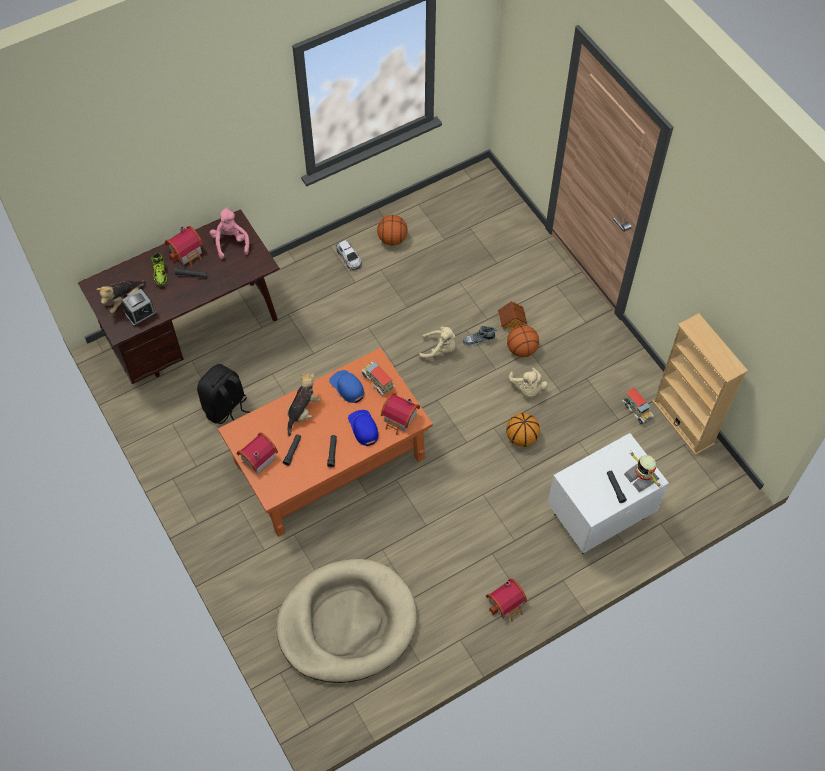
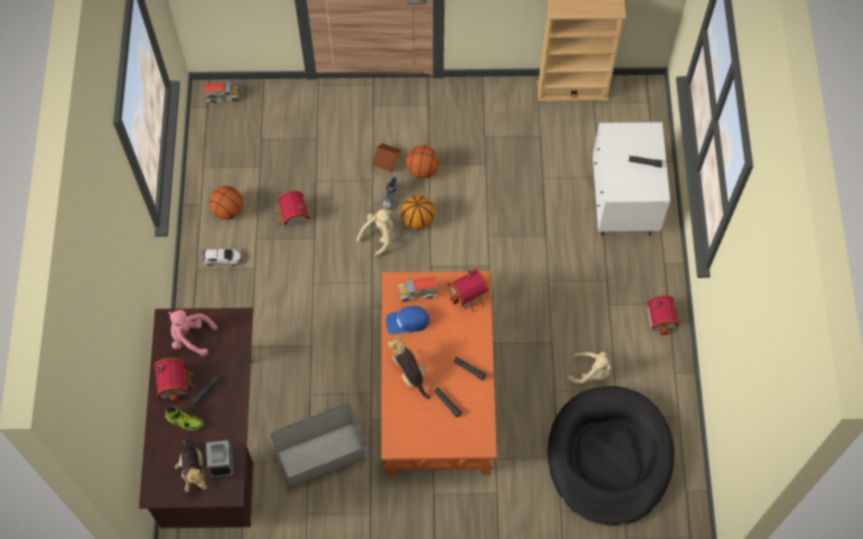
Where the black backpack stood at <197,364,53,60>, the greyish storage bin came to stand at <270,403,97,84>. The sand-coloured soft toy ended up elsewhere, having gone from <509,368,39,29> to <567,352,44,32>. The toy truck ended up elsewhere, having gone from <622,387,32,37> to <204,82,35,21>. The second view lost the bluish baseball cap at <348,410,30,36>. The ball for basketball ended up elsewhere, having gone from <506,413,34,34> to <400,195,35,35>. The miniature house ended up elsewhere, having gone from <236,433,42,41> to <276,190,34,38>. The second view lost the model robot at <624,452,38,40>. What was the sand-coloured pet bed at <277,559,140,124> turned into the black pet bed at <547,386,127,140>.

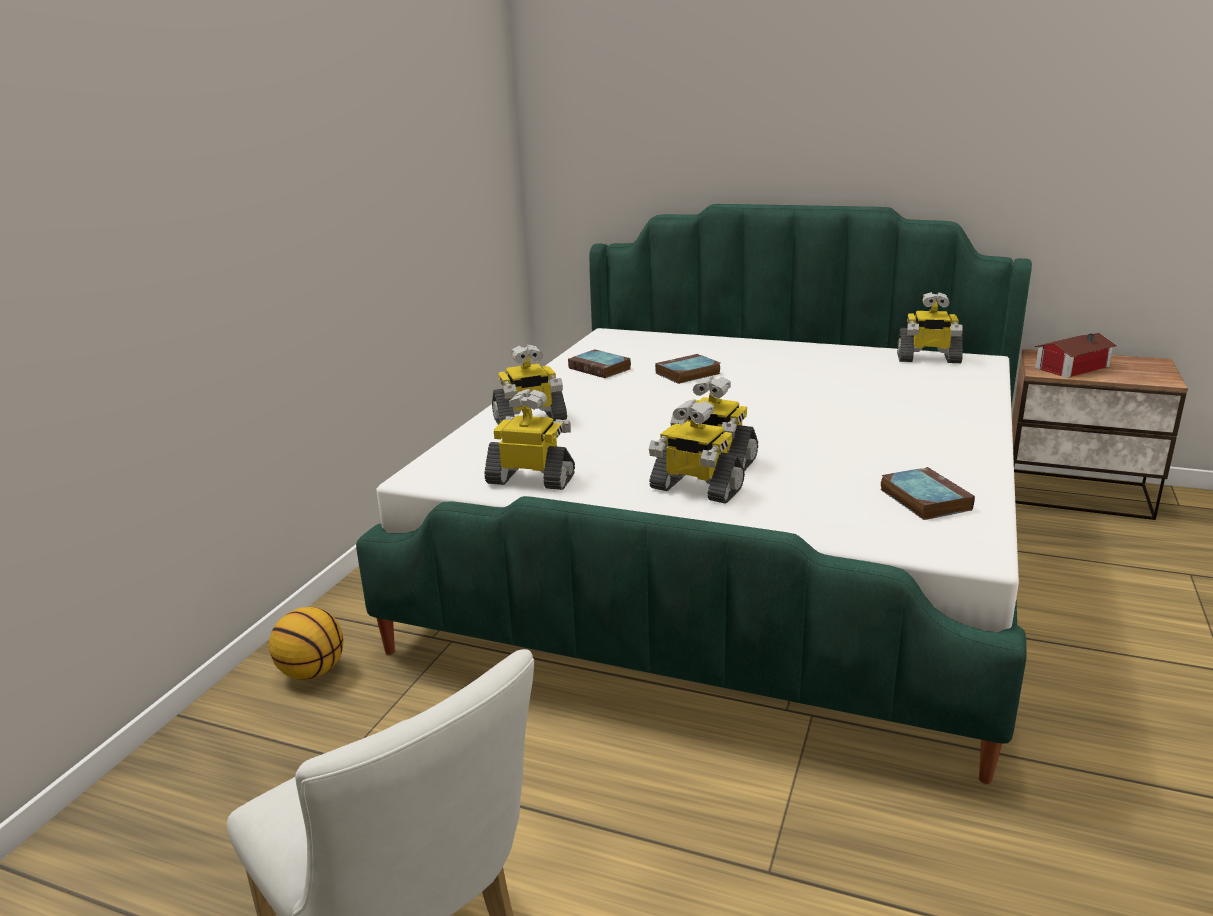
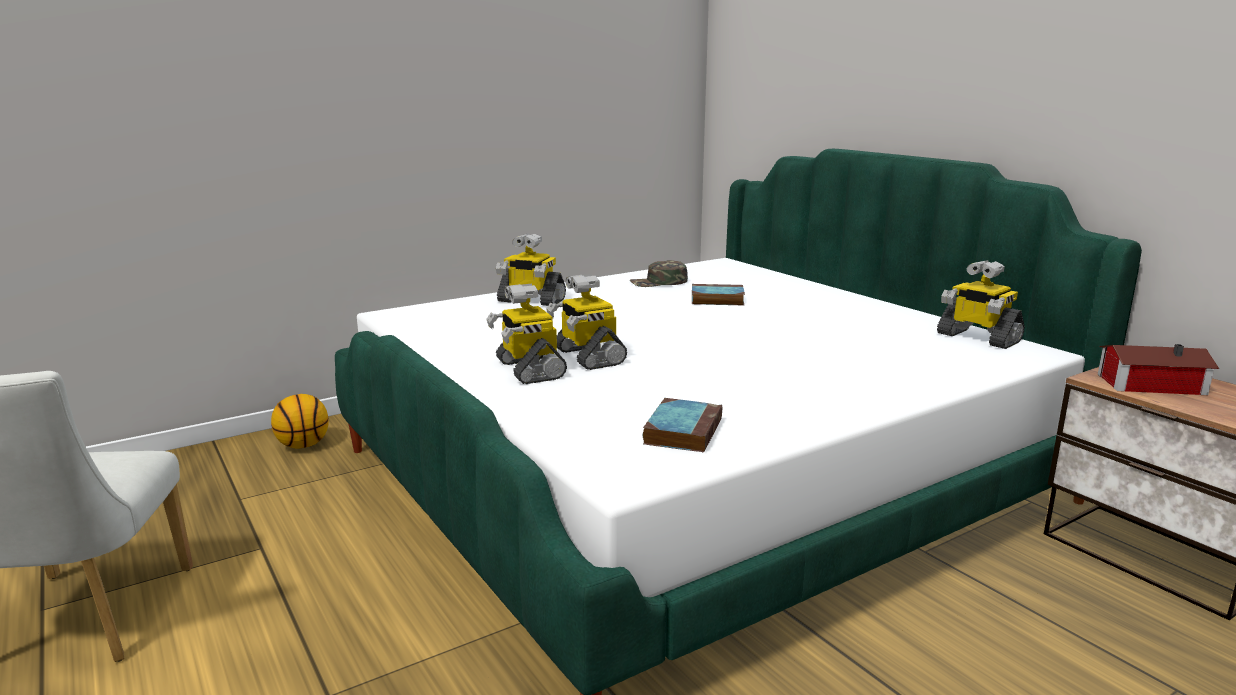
Where the bound book stood at <568,350,63,28>, the greenish baseball cap came to stand at <630,260,58,27>. The second view lost the model robot at <484,389,91,101>.

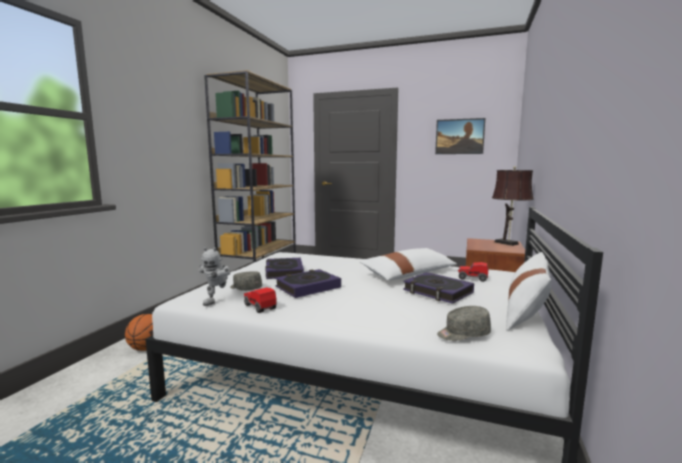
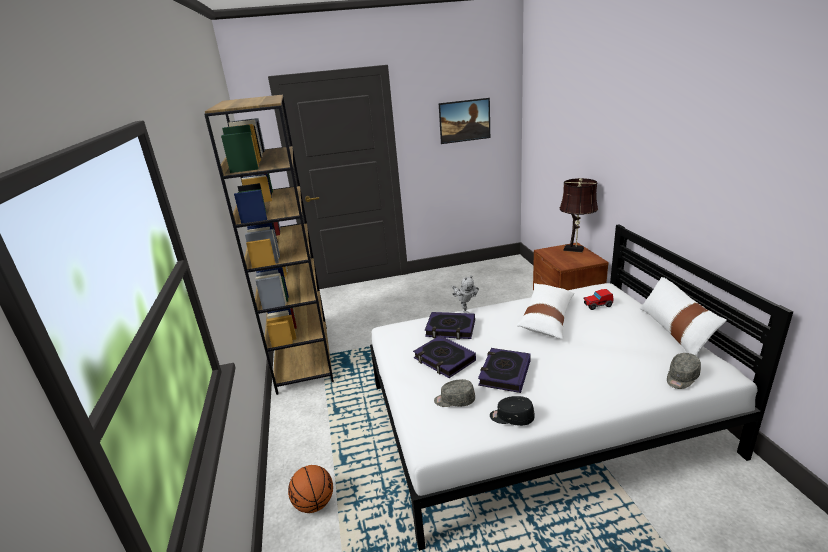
The model robot ended up elsewhere, having gone from <199,247,31,59> to <452,275,27,38>. The bound book ended up elsewhere, having gone from <403,272,71,32> to <425,312,50,28>. Where the model car stood at <244,287,33,26>, the black baseball cap came to stand at <490,396,45,30>.

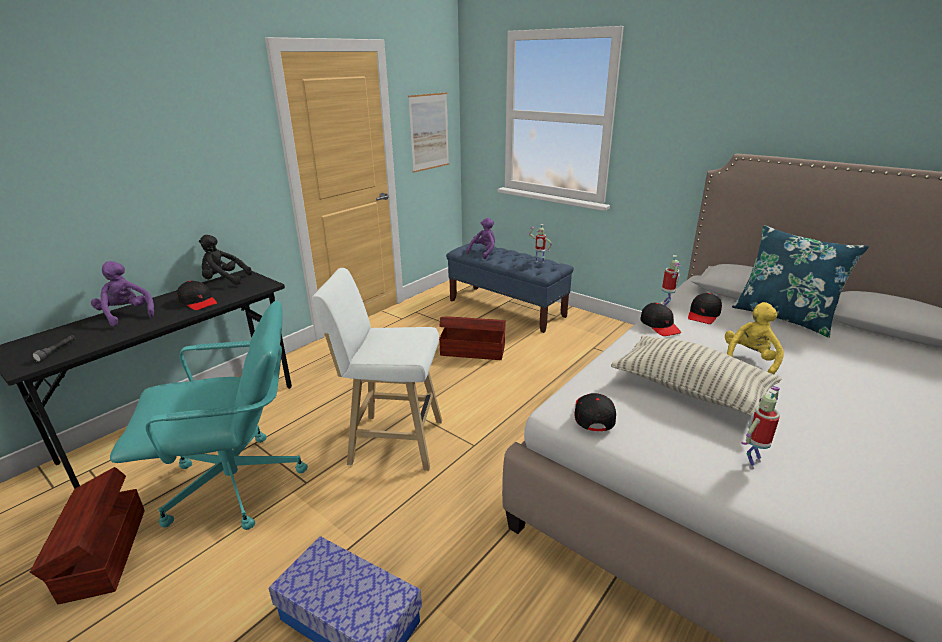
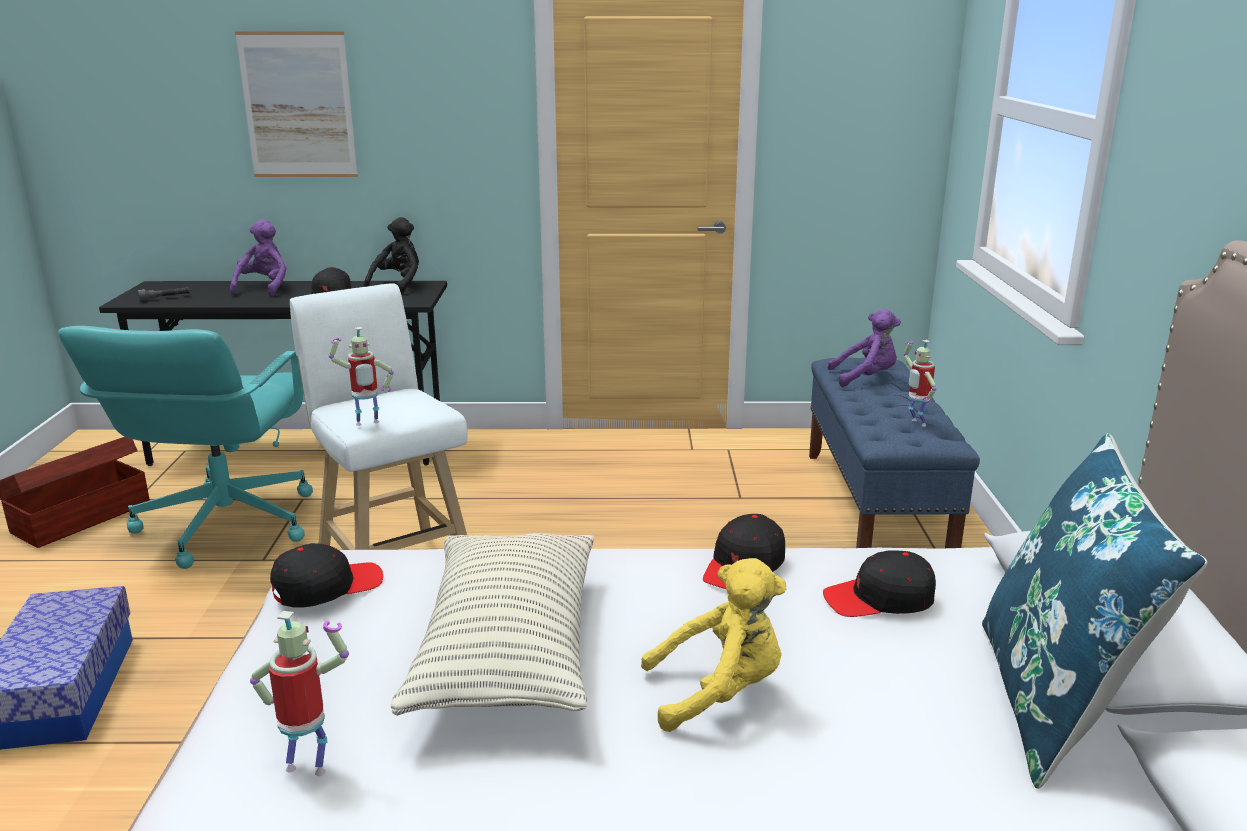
The picture ended up elsewhere, having gone from <408,92,41,81> to <235,32,123,145>. The black soft toy at <199,235,53,50> ended up facing another way, 60 degrees clockwise from before. The model robot ended up elsewhere, having gone from <662,255,18,51> to <329,327,65,99>. The turquoise computer chair at <110,301,198,229> ended up facing another way, 60 degrees clockwise from before. The second view lost the brownish storage bin at <439,316,67,44>.

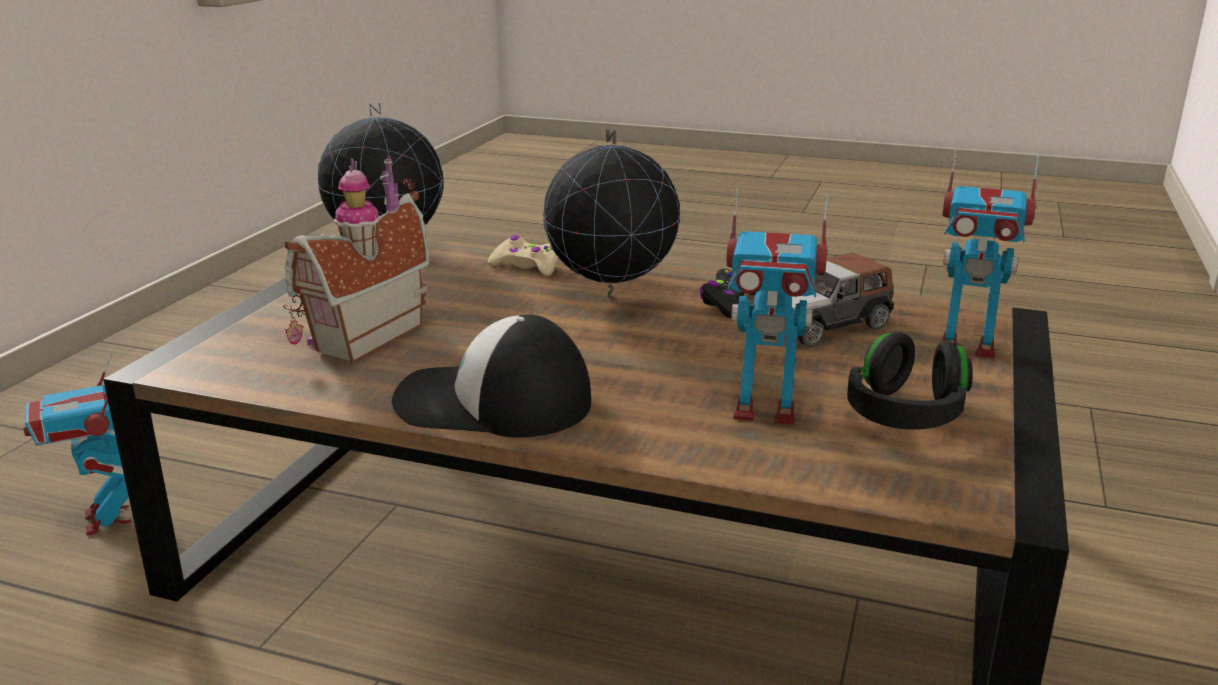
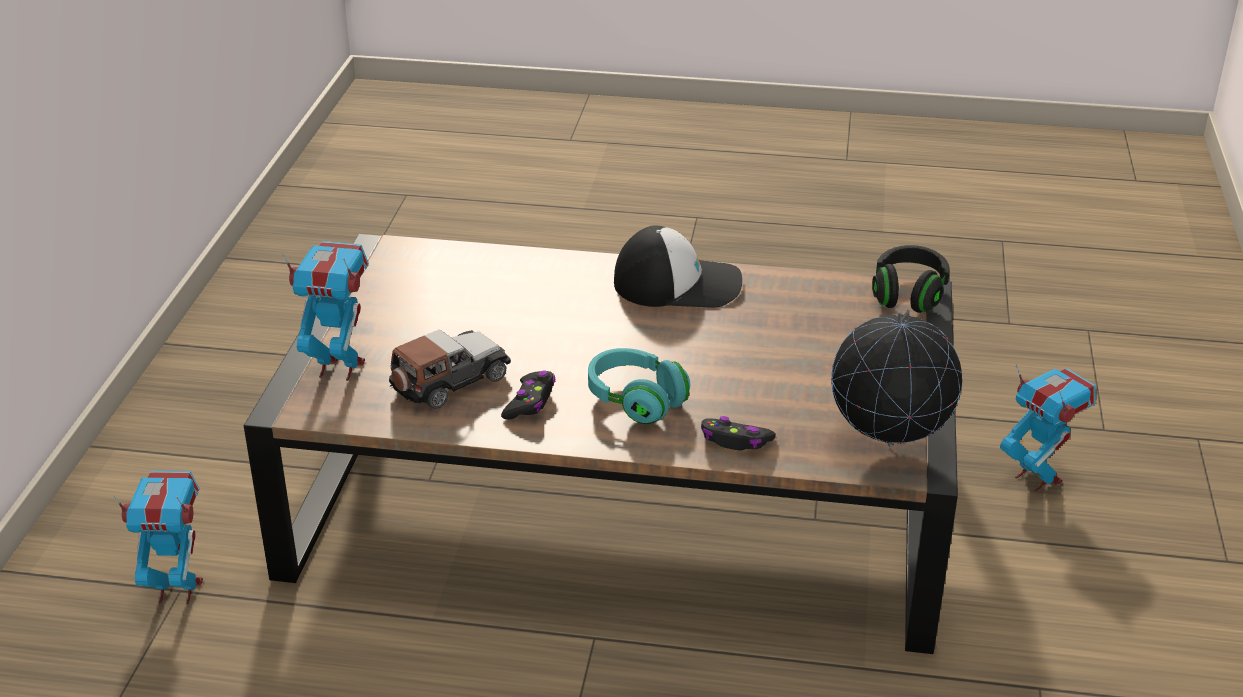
Where the globe stood at <543,129,137,170>, the turquoise headphones came to stand at <588,348,102,76>. The second view lost the miniature house at <283,156,146,207>. The model robot ended up elsewhere, having gone from <726,188,102,237> to <113,471,90,133>. What was the sand-coloured joypad at <488,235,71,41> turned into the black joypad at <701,416,75,34>. The black headphones ended up elsewhere, having gone from <847,332,126,98> to <872,245,78,68>.

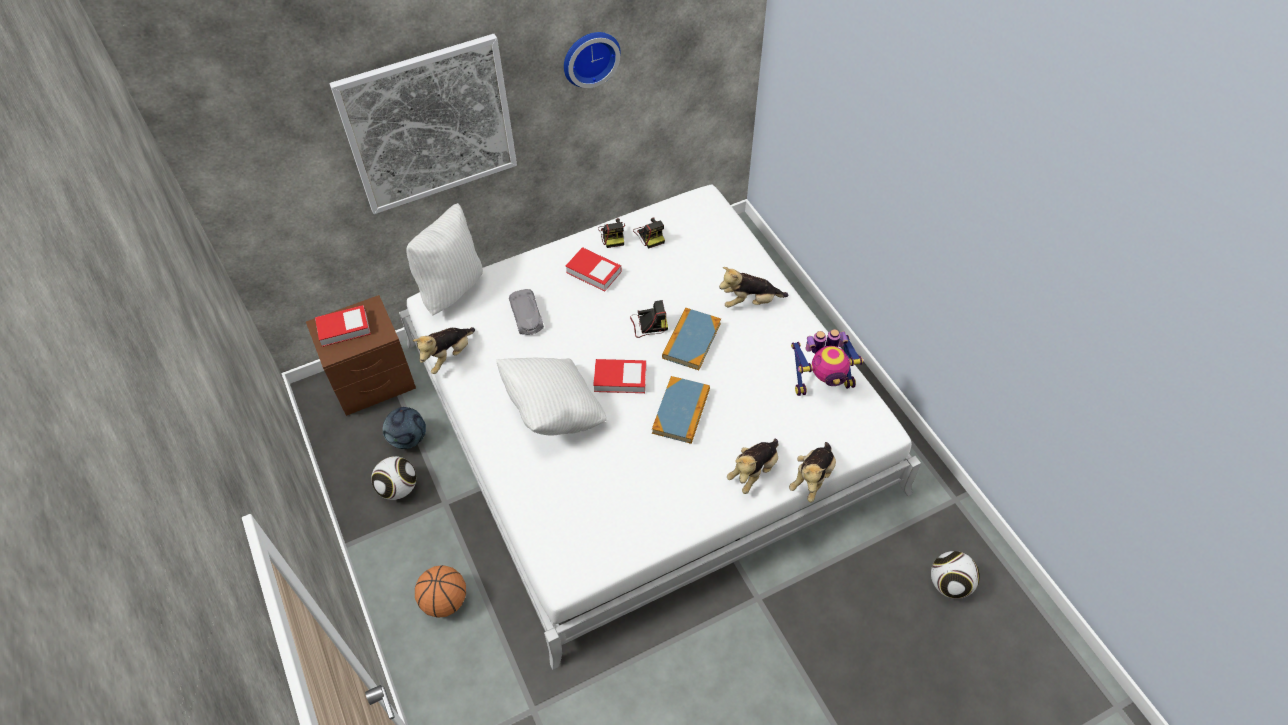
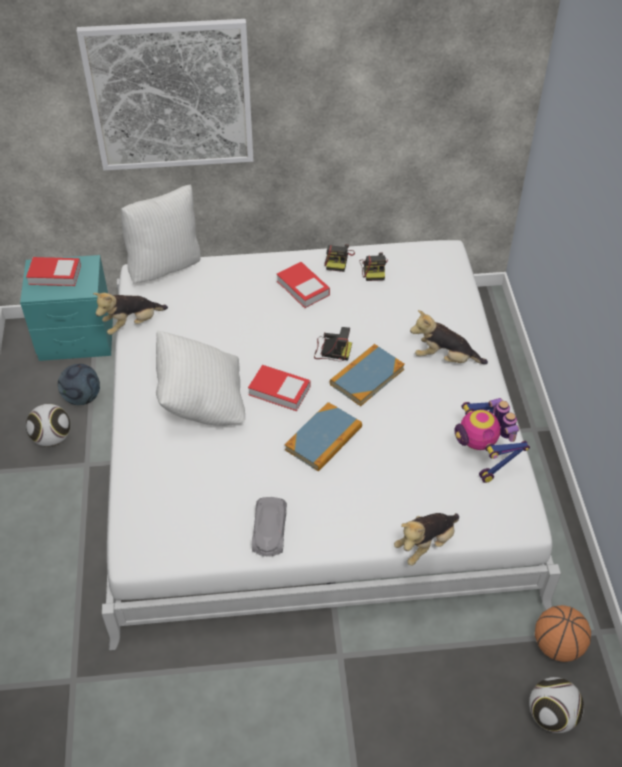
The second view lost the clock on the wall at <564,32,57,56>. The greyish model car ended up elsewhere, having gone from <509,289,35,46> to <252,497,35,60>. What was the brownish night table at <306,295,110,121> turned into the turquoise night table at <20,255,93,106>. The model robot at <791,329,73,67> ended up facing another way, 60 degrees clockwise from before. The second view lost the soft toy at <727,438,52,56>. The ball for basketball ended up elsewhere, having gone from <415,565,51,53> to <535,605,56,57>.

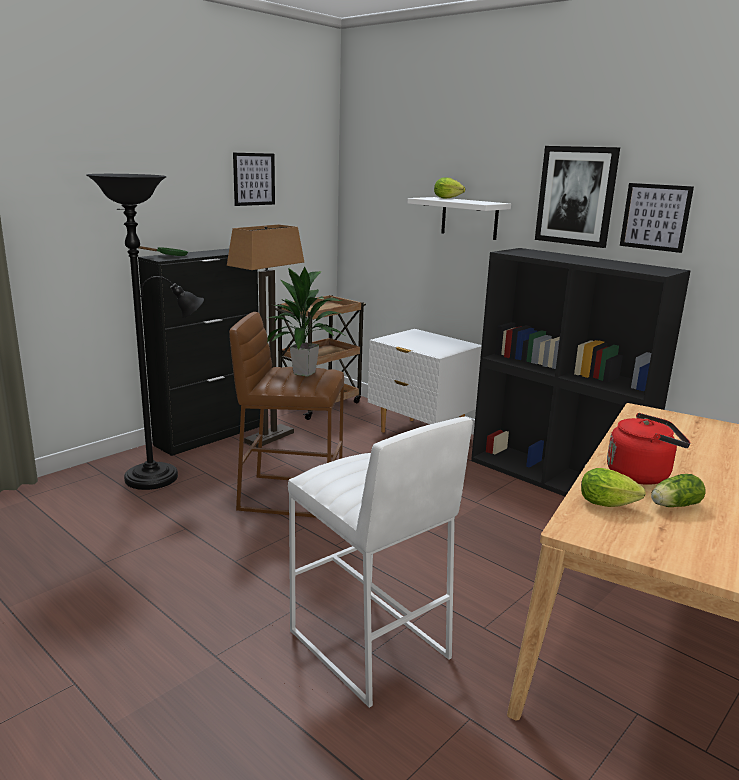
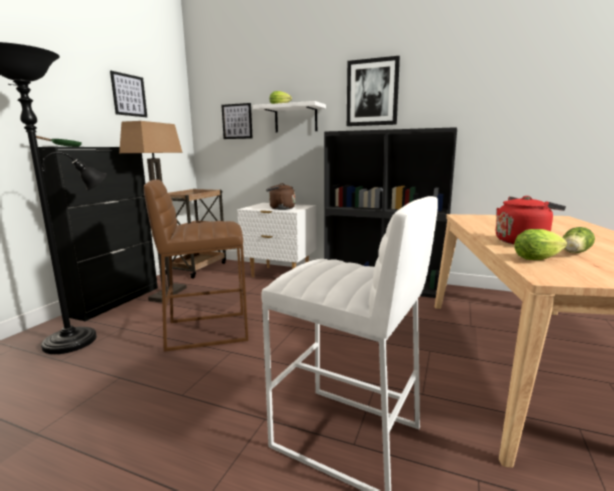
The picture ended up elsewhere, having gone from <620,183,74,70> to <221,103,31,36>. The second view lost the potted plant at <267,266,77,111>. The second view gained the brownish water kettle at <266,183,29,27>.

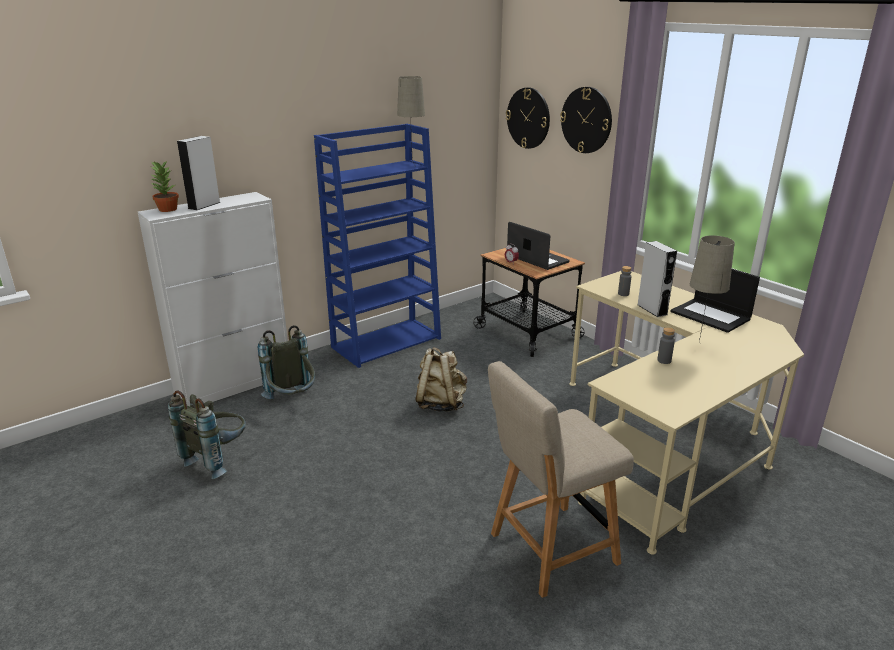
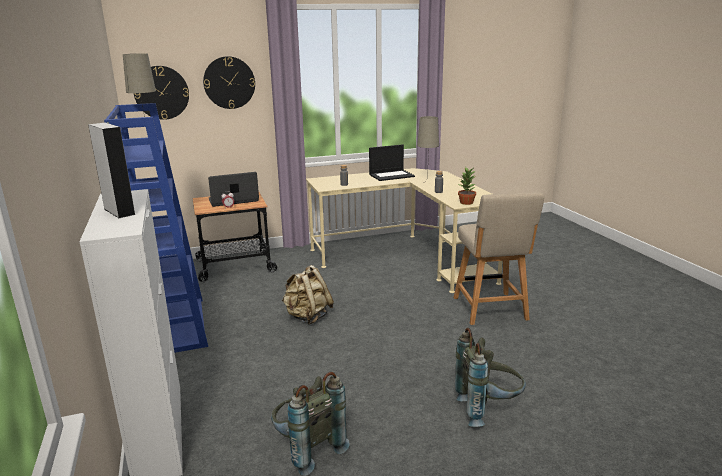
The potted plant ended up elsewhere, having gone from <151,160,28,52> to <458,168,18,37>. The second view lost the greyish audio speaker at <638,241,39,76>. The greyish backpack ended up elsewhere, having gone from <258,325,57,74> to <455,328,71,99>.

